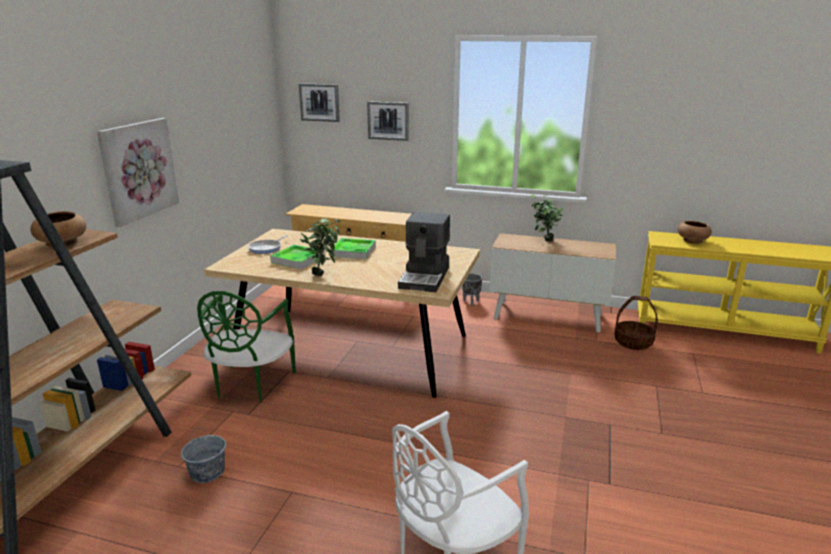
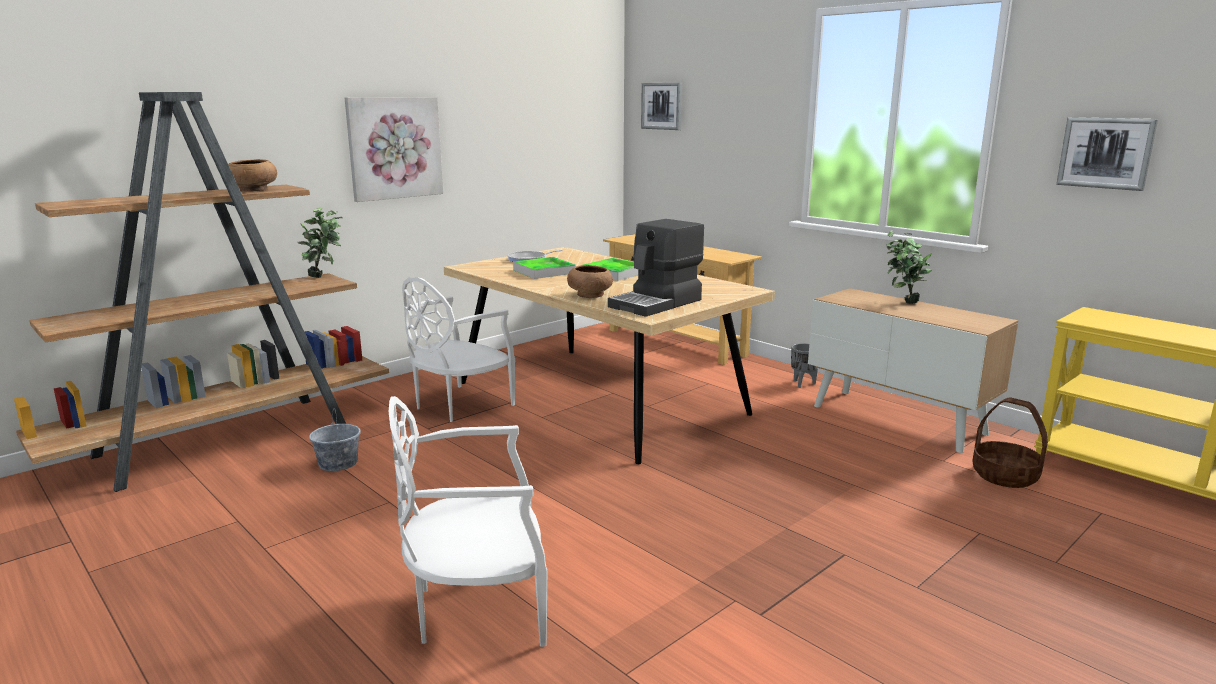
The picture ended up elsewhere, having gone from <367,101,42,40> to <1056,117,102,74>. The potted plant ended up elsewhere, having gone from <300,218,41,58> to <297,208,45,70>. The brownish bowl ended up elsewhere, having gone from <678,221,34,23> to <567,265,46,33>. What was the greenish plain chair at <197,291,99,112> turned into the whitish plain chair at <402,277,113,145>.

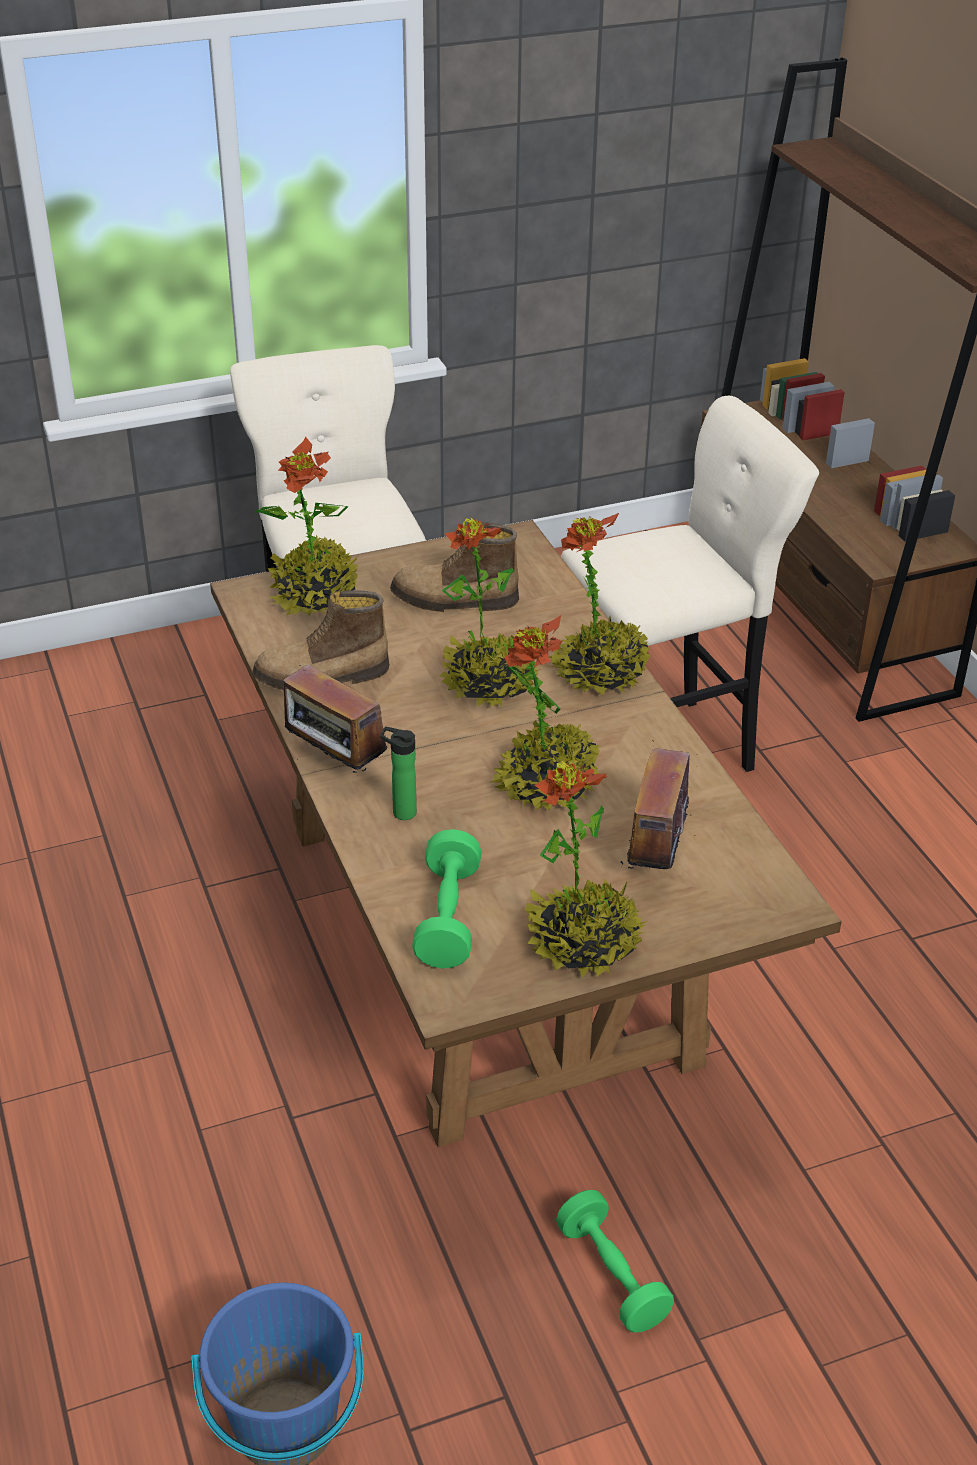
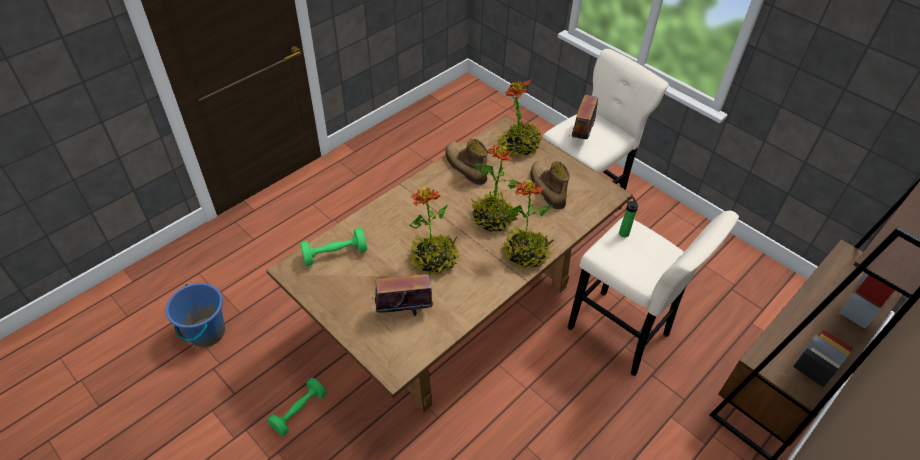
The radio set ended up elsewhere, having gone from <284,664,103,109> to <569,95,29,44>. The bottle ended up elsewhere, having gone from <380,727,37,93> to <619,197,19,40>. The second view lost the potted plant at <525,762,122,216>.

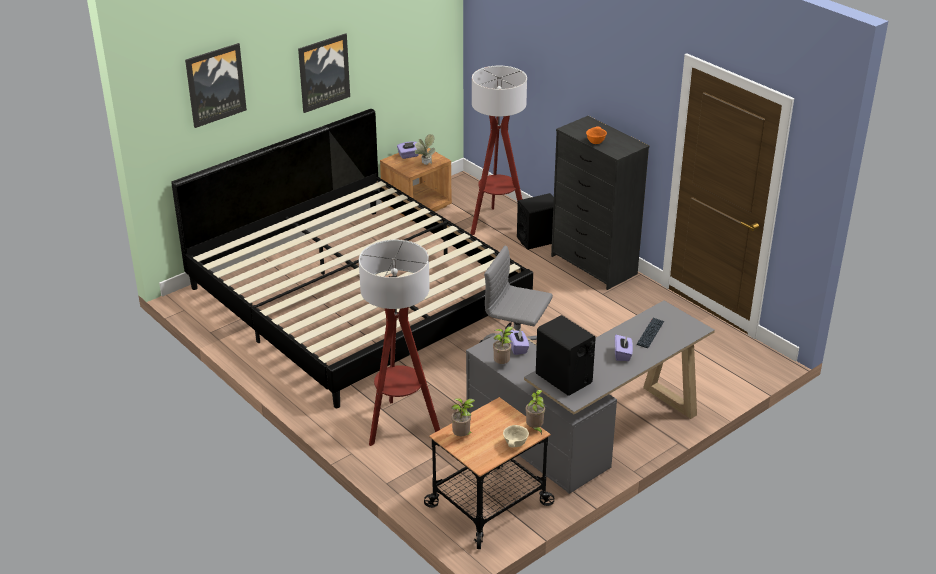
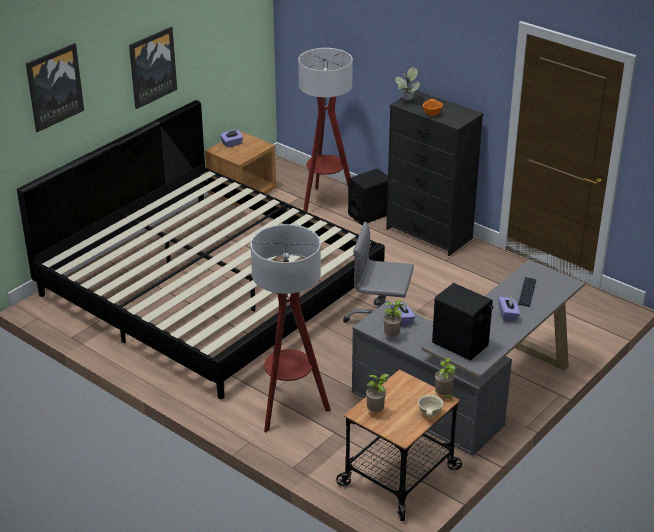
The potted plant ended up elsewhere, having gone from <415,134,20,31> to <395,67,25,34>.

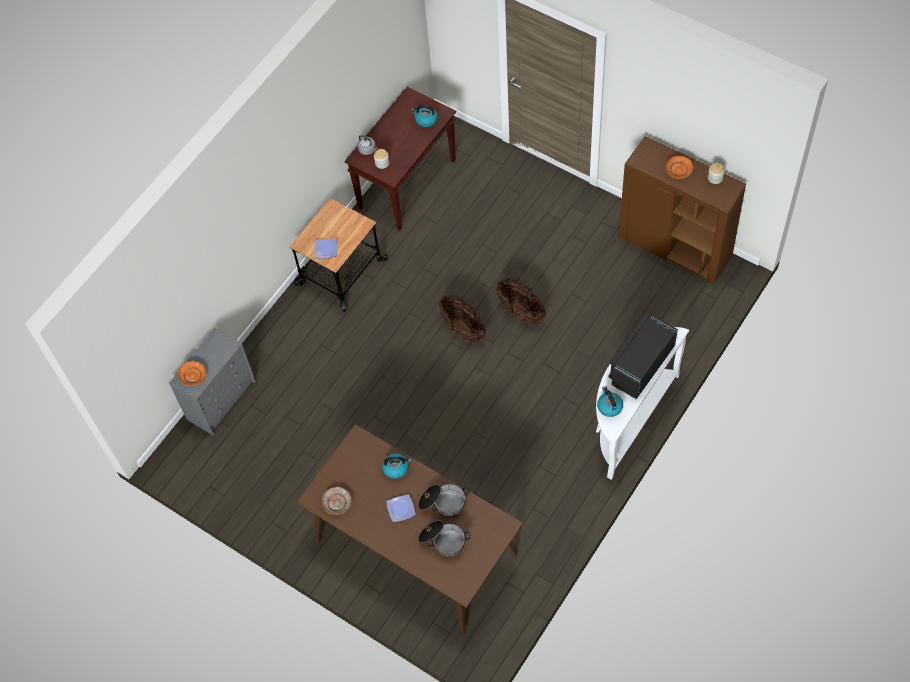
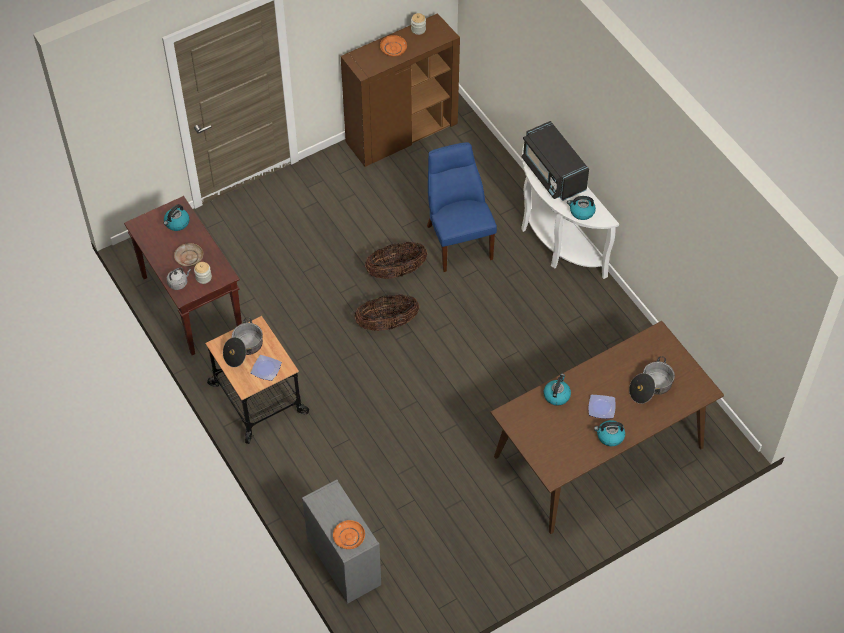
The cooking pot ended up elsewhere, having gone from <418,484,51,33> to <223,318,40,49>. The sand-coloured plate ended up elsewhere, having gone from <322,487,29,28> to <174,243,29,24>. The second view gained the bluish plain chair at <427,142,70,130>. The second view gained the water kettle at <594,420,31,26>.

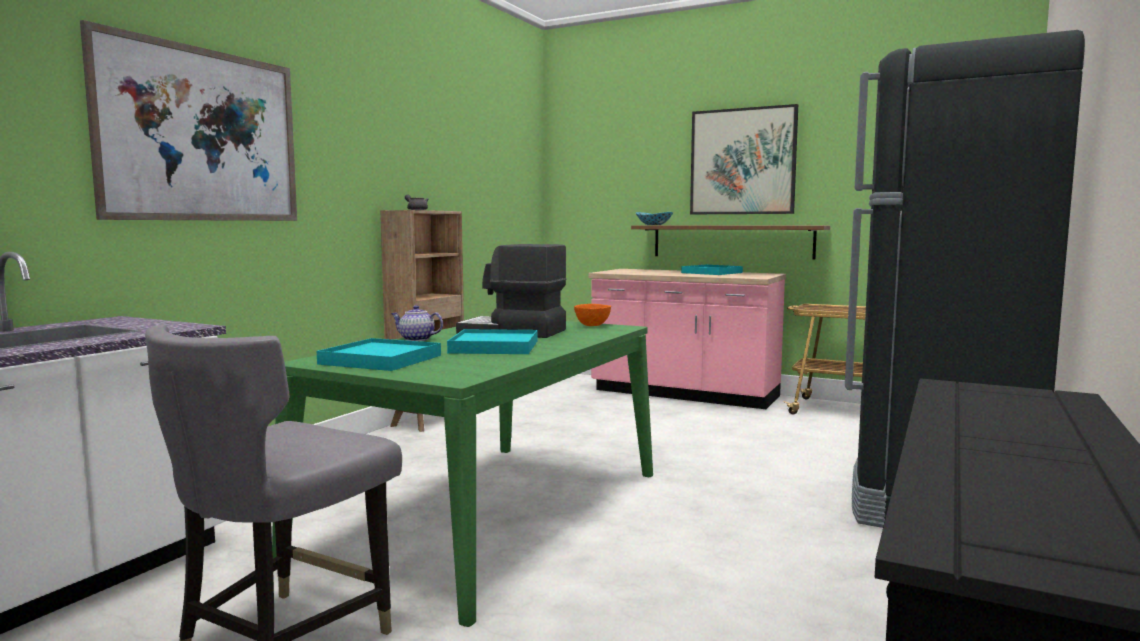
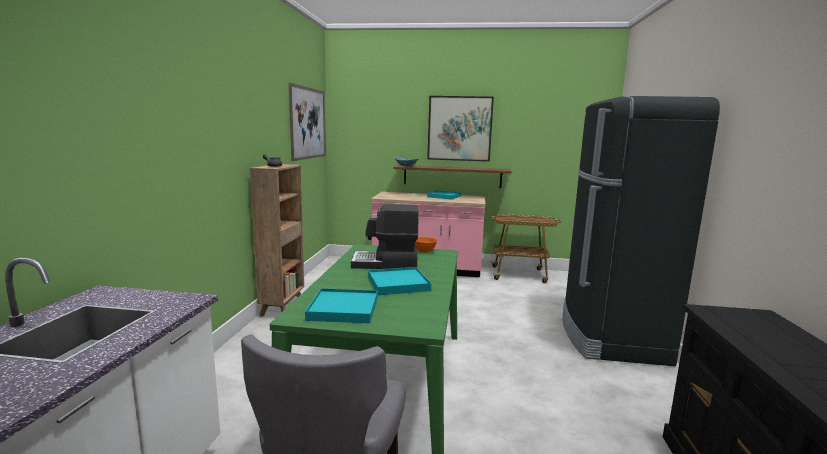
The picture ended up elsewhere, having gone from <80,20,217,201> to <289,83,37,78>. The second view lost the teapot at <391,305,52,36>.

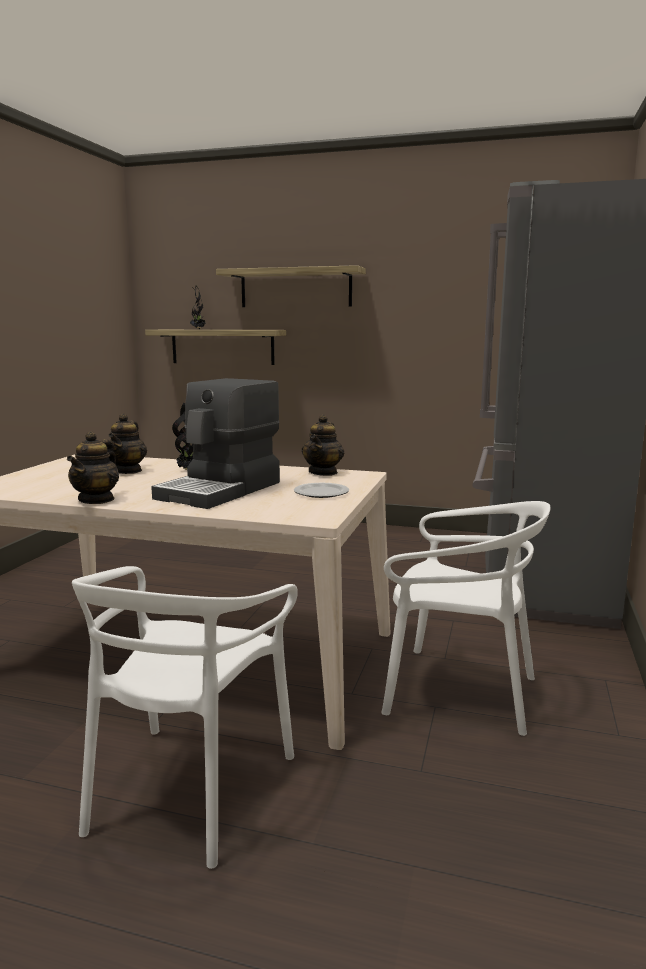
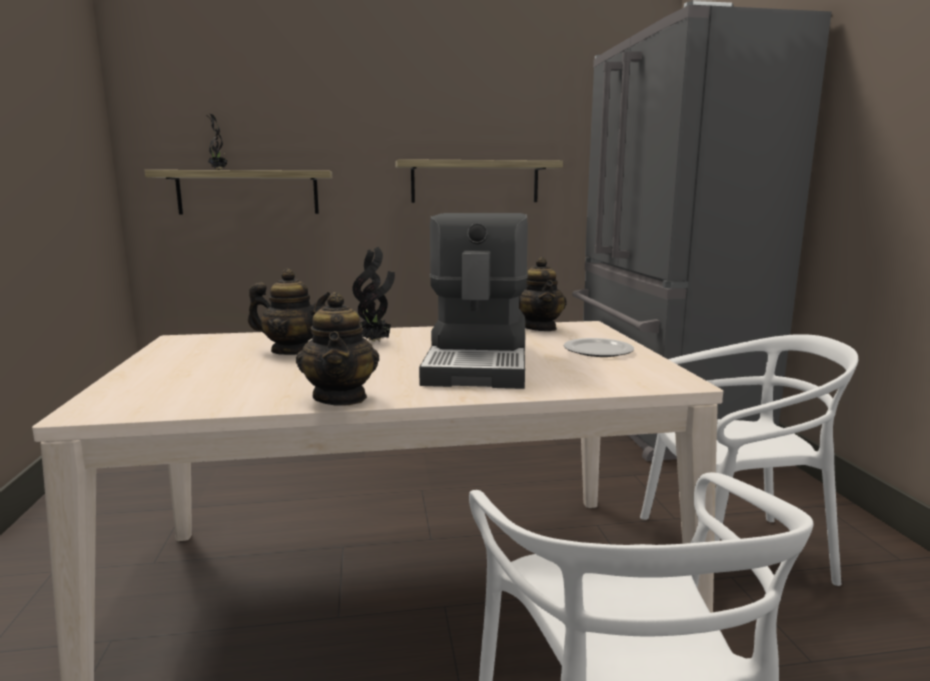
The bracket shelf ended up elsewhere, having gone from <216,265,150,42> to <395,159,168,44>. The teapot at <109,413,38,61> ended up facing another way, 60 degrees counterclockwise from before.

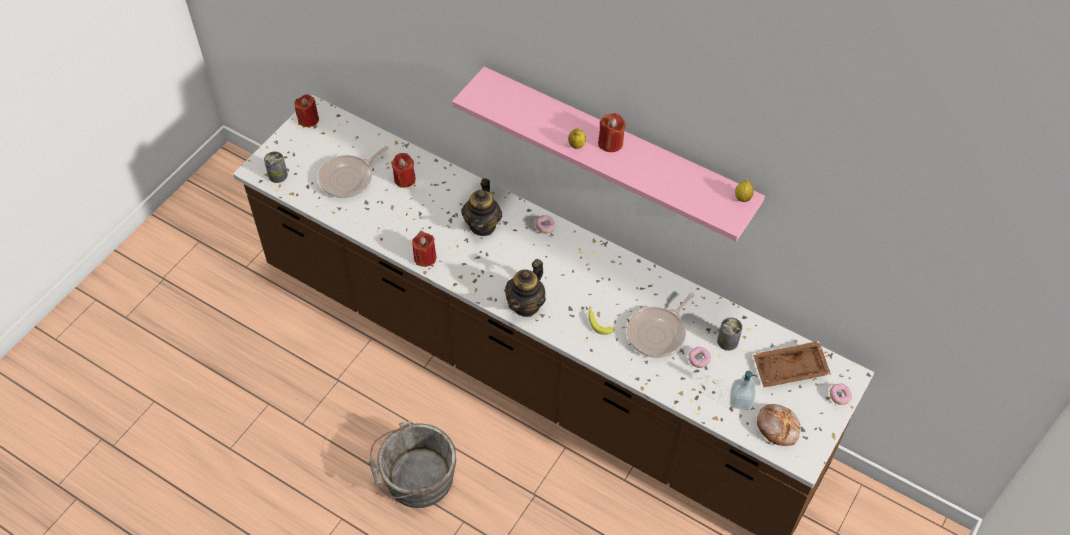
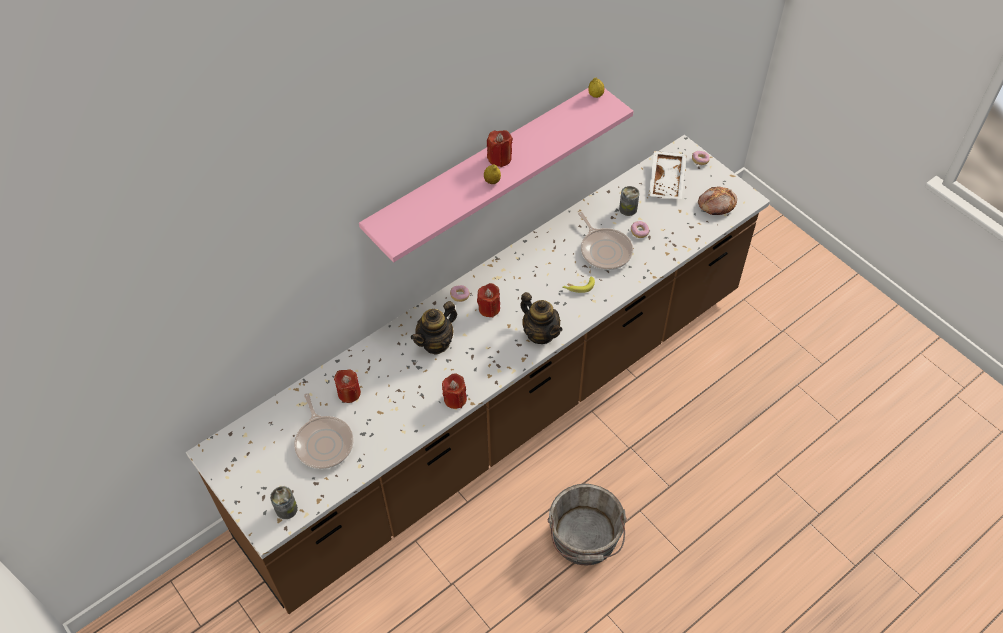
The red candle ended up elsewhere, having gone from <295,94,24,33> to <477,283,23,35>. The teapot at <461,178,41,58> ended up facing another way, 105 degrees clockwise from before. What was the brownish serving tray at <753,341,78,46> turned into the whitish serving tray at <648,151,39,48>. The second view lost the soap bottle at <730,371,28,39>.

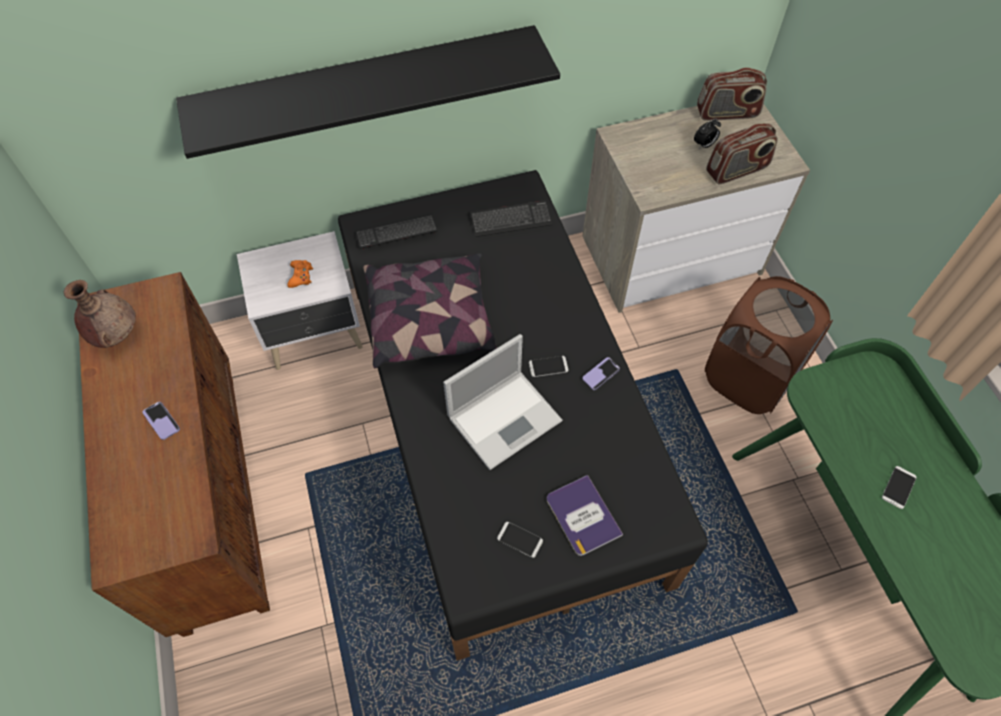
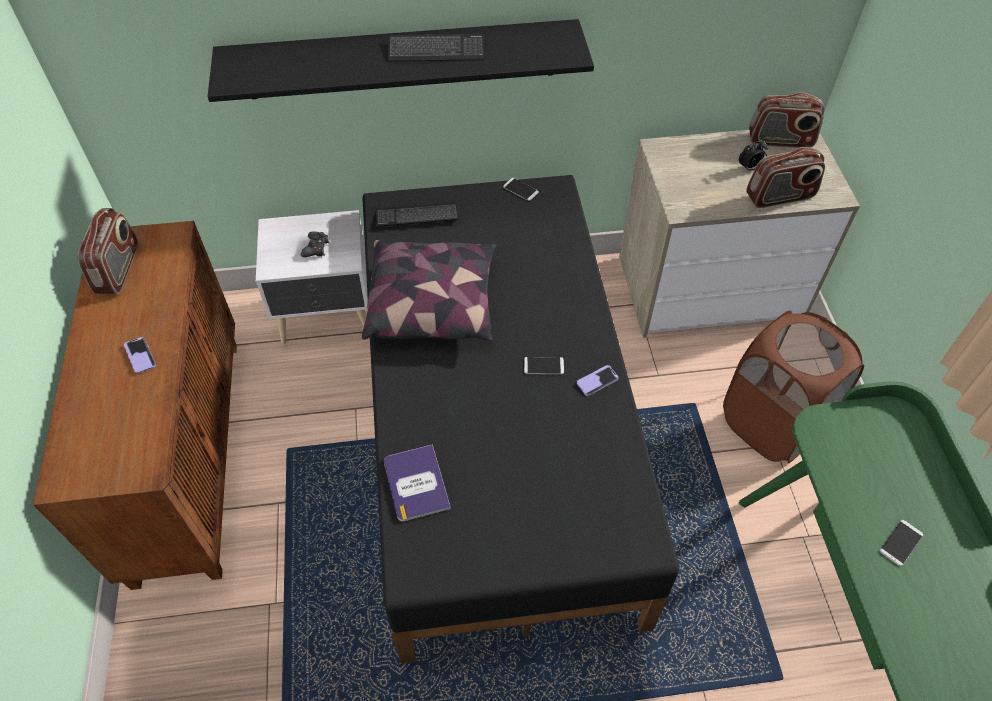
The keyboard ended up elsewhere, having gone from <470,200,83,37> to <388,34,96,28>. What was the orangey joypad at <287,260,26,28> turned into the black joypad at <300,231,30,26>. Where the brownish decorative vase stood at <64,280,72,68>, the radio set came to stand at <77,208,61,86>. The second view lost the notebook computer at <443,334,120,136>. The bound book ended up elsewhere, having gone from <547,475,76,81> to <384,444,67,77>. The phone ended up elsewhere, having gone from <497,522,46,36> to <503,178,36,23>.

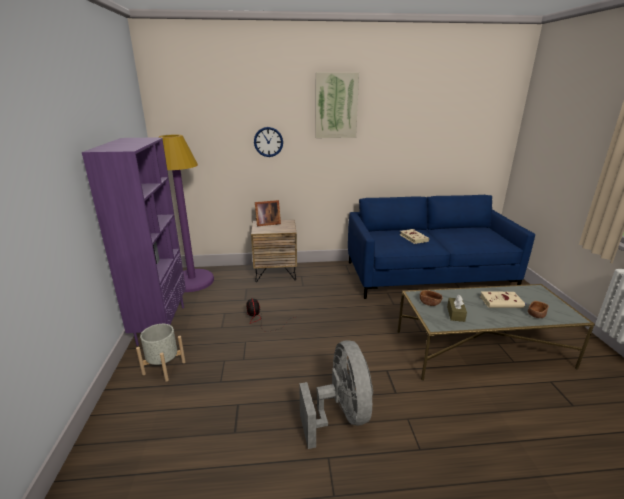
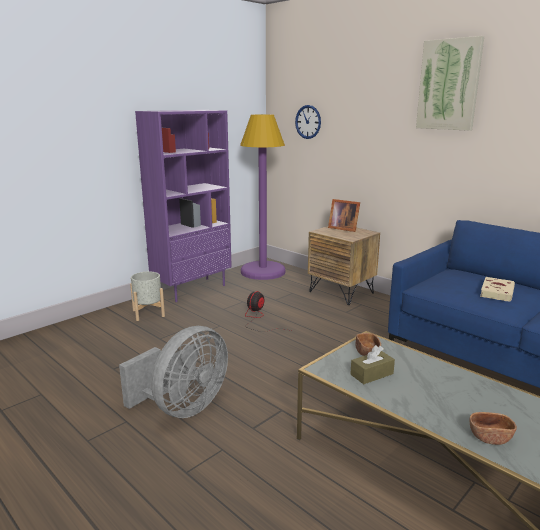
The clock on the wall ended up elsewhere, having gone from <254,127,29,30> to <295,105,26,34>. The second view lost the sand-coloured bound book at <480,291,46,17>.

